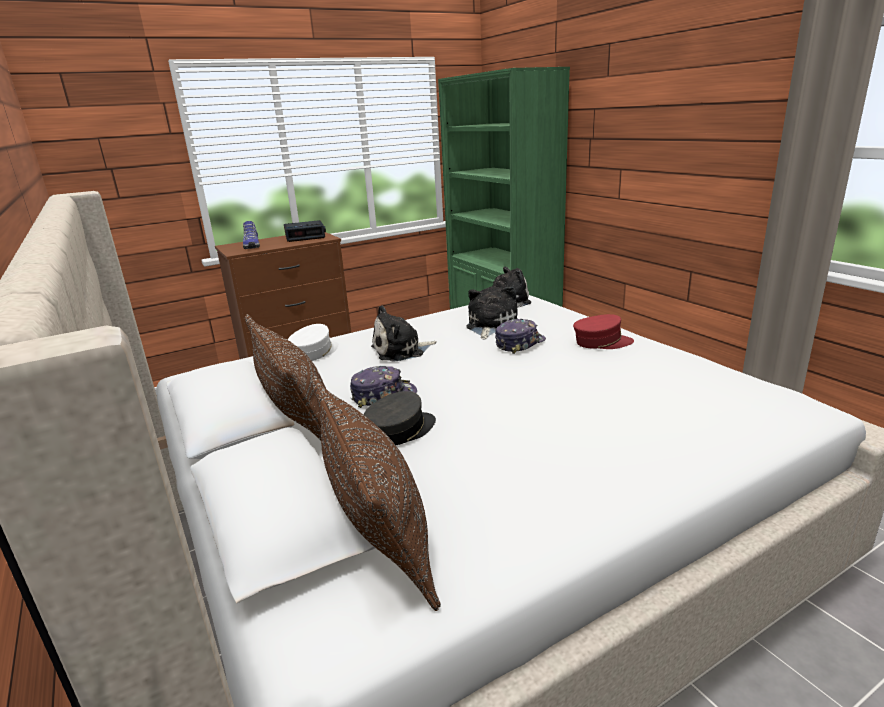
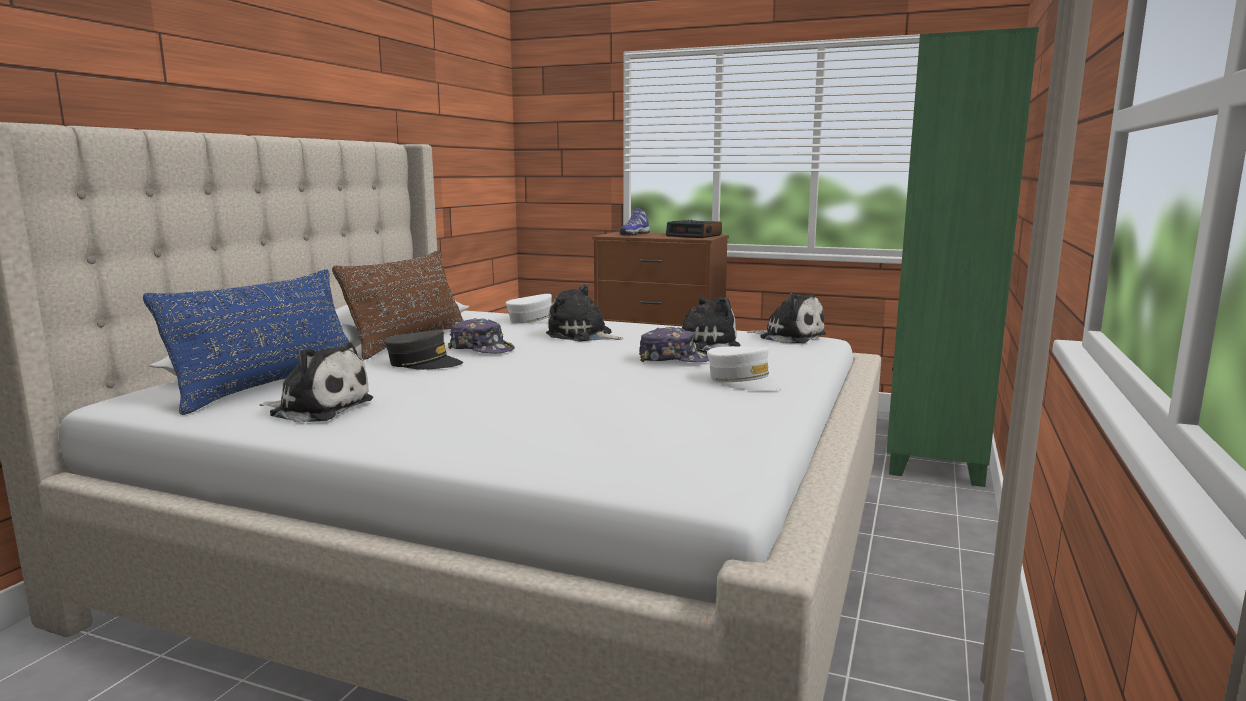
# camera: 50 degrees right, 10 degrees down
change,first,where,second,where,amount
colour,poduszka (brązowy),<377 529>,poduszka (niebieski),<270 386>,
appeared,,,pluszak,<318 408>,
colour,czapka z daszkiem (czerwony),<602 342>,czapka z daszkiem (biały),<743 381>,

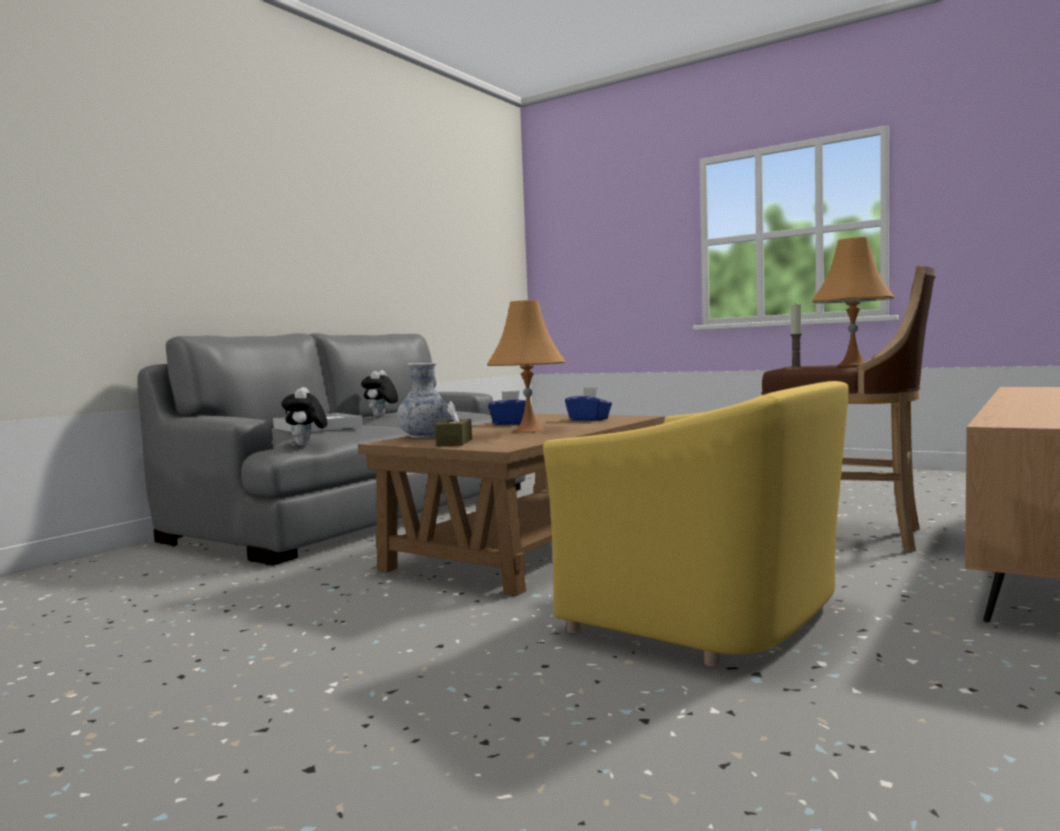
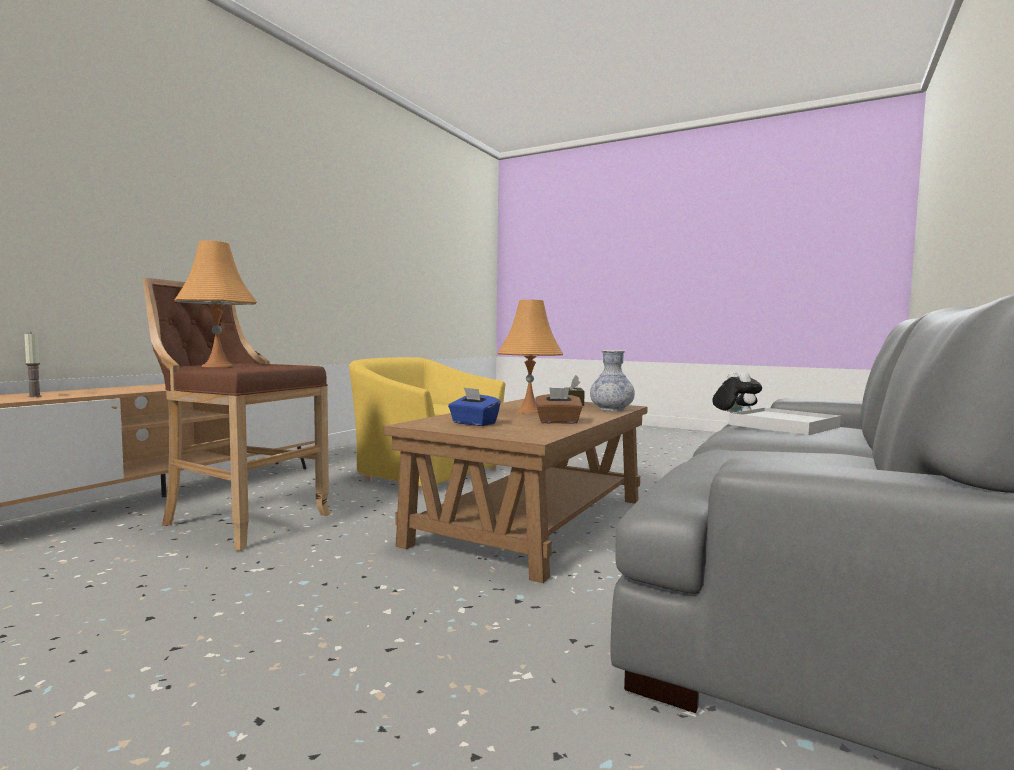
# camera: 175 degrees right, 0 degrees up
change,first,where,second,where,amount
relocated,świeca,<796 367>,,<34 396>,
colour,pudełko chusteczek (niebieski),<511 423>,pudełko chusteczek (brązowy),<558 422>,
missing,pluszak,<381 416>,,,

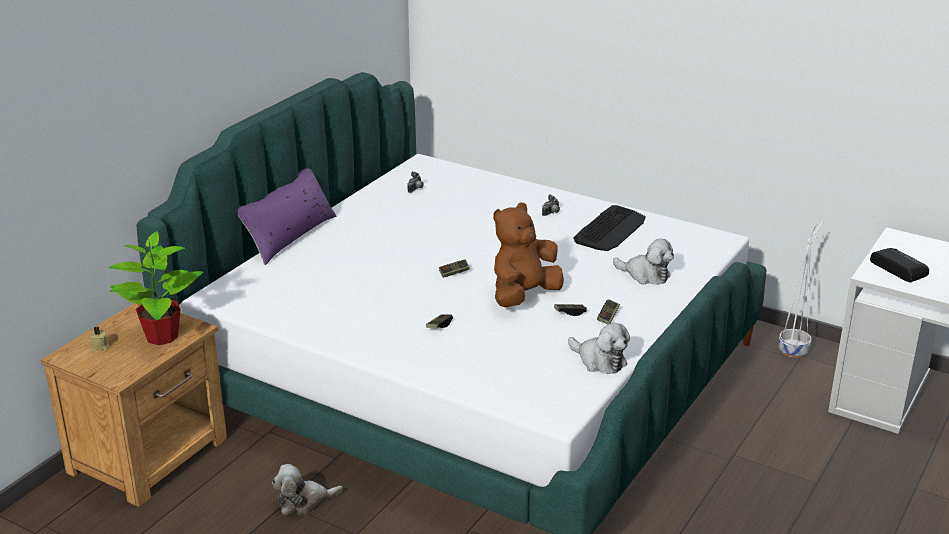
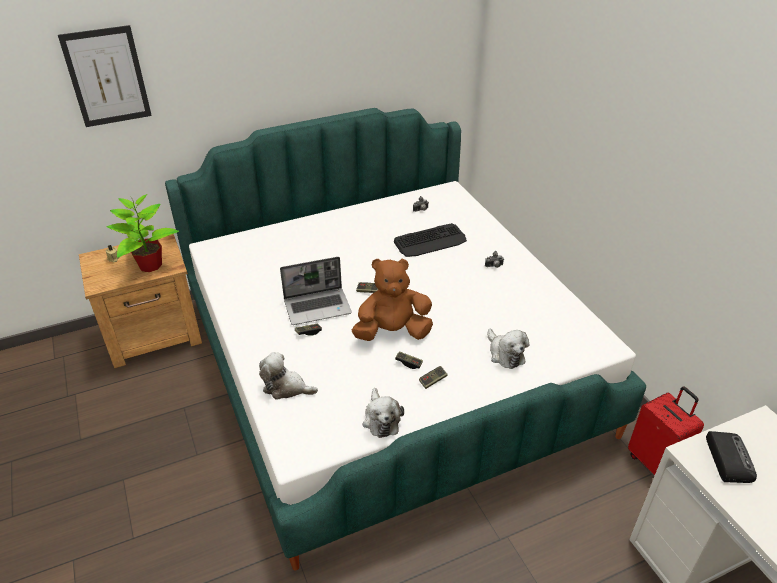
# camera: 35 degrees right, 10 degrees up
change,first,where,second,where,amount
appeared,,,obraz,<107 77>,
relocated,pluszak,<304 502>,,<286 387>,
appeared,,,laptop,<318 307>,
relocated,klawiatura,<610 229>,,<430 241>,
exchanged,donica (biały),<794 350>,walizka (czerwony),<655 463>,
missing,poduszka (fioletowy),<289 236>,,,

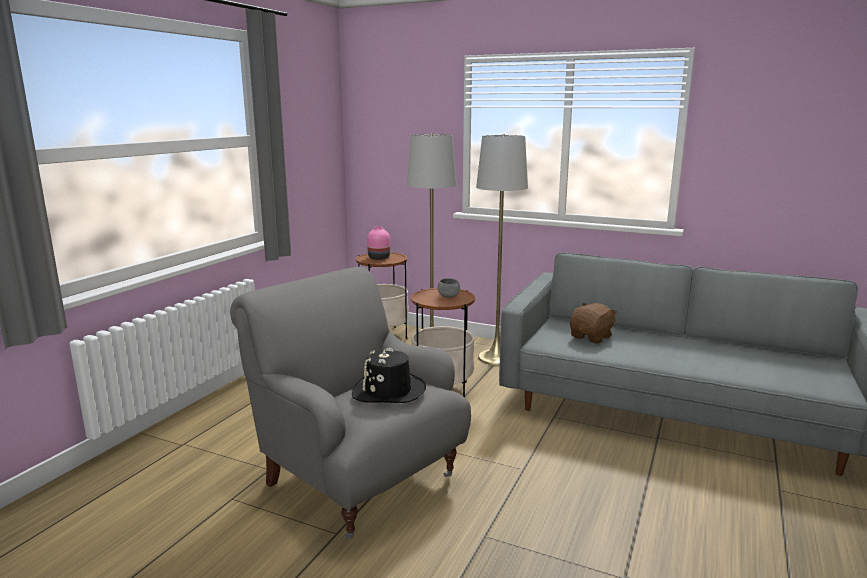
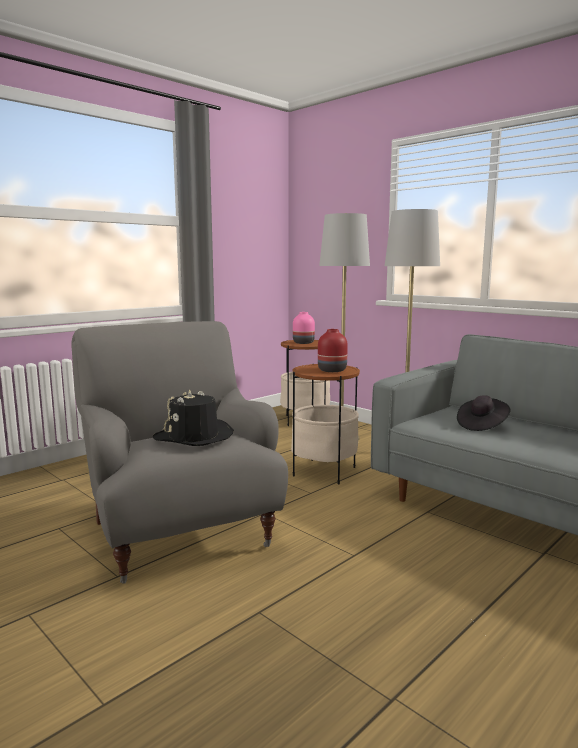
# camera: 20 degrees right, 5 degrees down
change,first,where,second,where,amount
exchanged,miska (szary),<448 296>,wazon (czerwony),<332 370>,
exchanged,pluszak (brązowy),<591 337>,kapelusz (czarny),<481 425>,

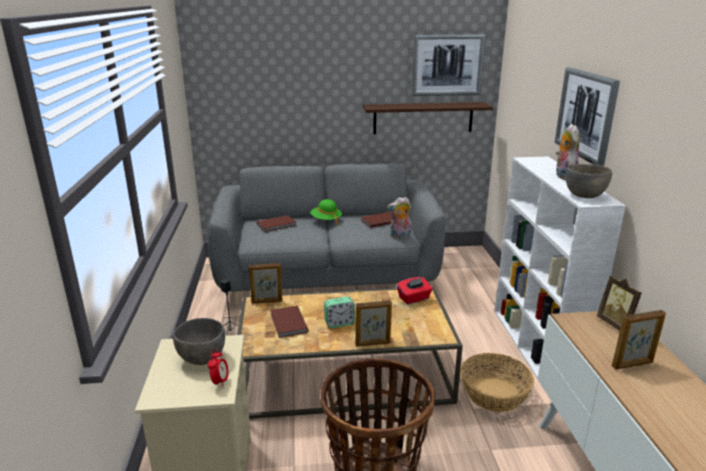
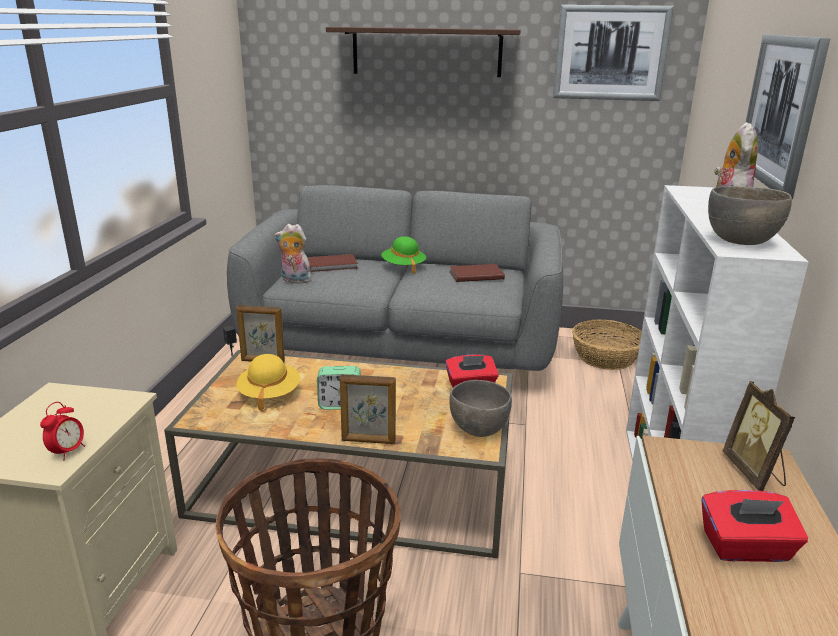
# camera: 15 degrees right, 0 degrees up
change,first,where,second,where,amount
exchanged,książka (brązowy),<287 323>,kapelusz (żółty),<269 394>,
relocated,pluszak,<400 236>,,<294 280>,
relocated,półka,<423 118>,,<426 52>,
relocated,miska (szary),<202 358>,,<478 429>,
relocated,koszyk,<494 394>,,<606 357>,
exchanged,ramka na zdjęcie,<632 365>,pudełko chusteczek (czerwony),<746 548>,

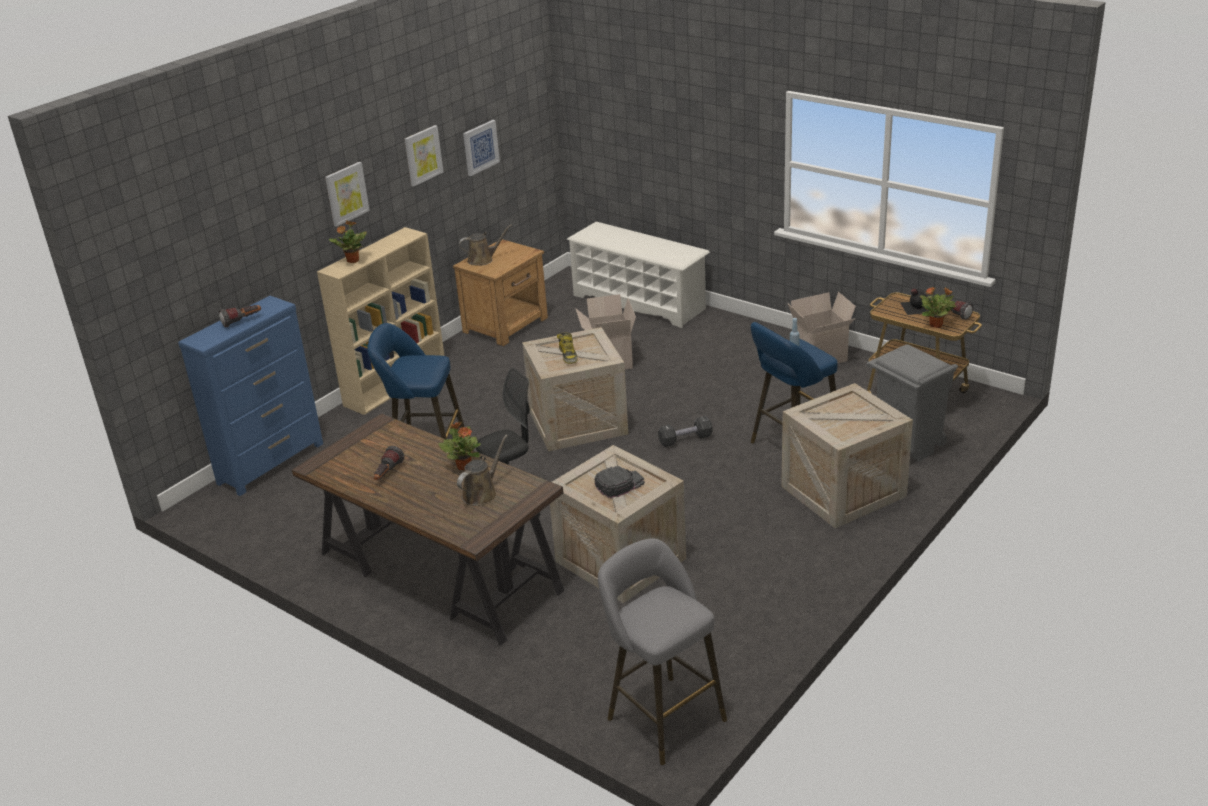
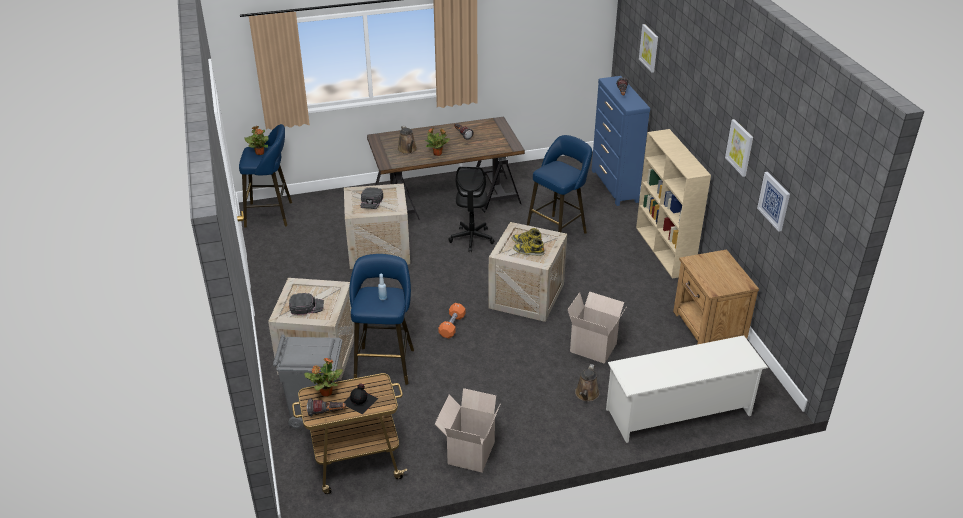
# camera: 125 degrees right, 5 degrees up
change,first,where,second,where,amount
colour,stołek (szary),<662 716>,stołek (niebieski),<272 214>,
relocated,roślina doniczkowa,<352 261>,,<260 153>,
appeared,,,czapka z daszkiem (czarny),<306 306>,
colour,hantel (czarny),<685 439>,hantel (pomarańczowy),<452 326>,
appeared,,,but z cholewką,<528 251>,
relocated,konewka (brązowy),<483 260>,,<586 395>,
relocated,obraz,<346 193>,,<649 48>,

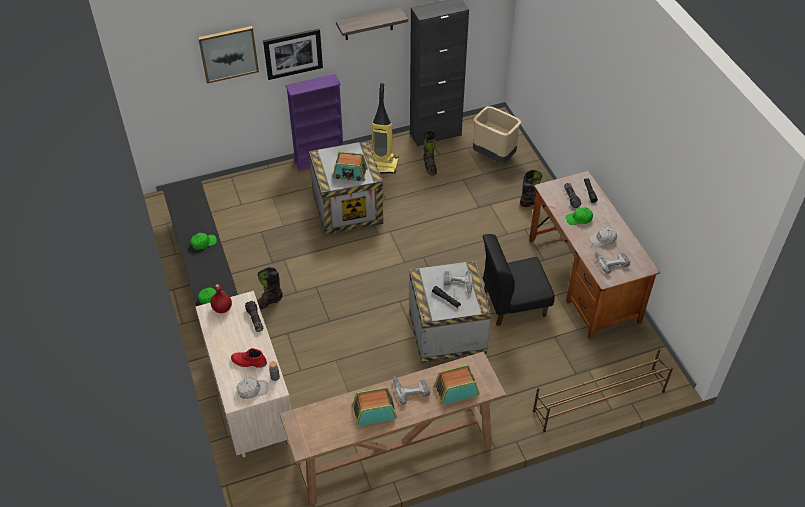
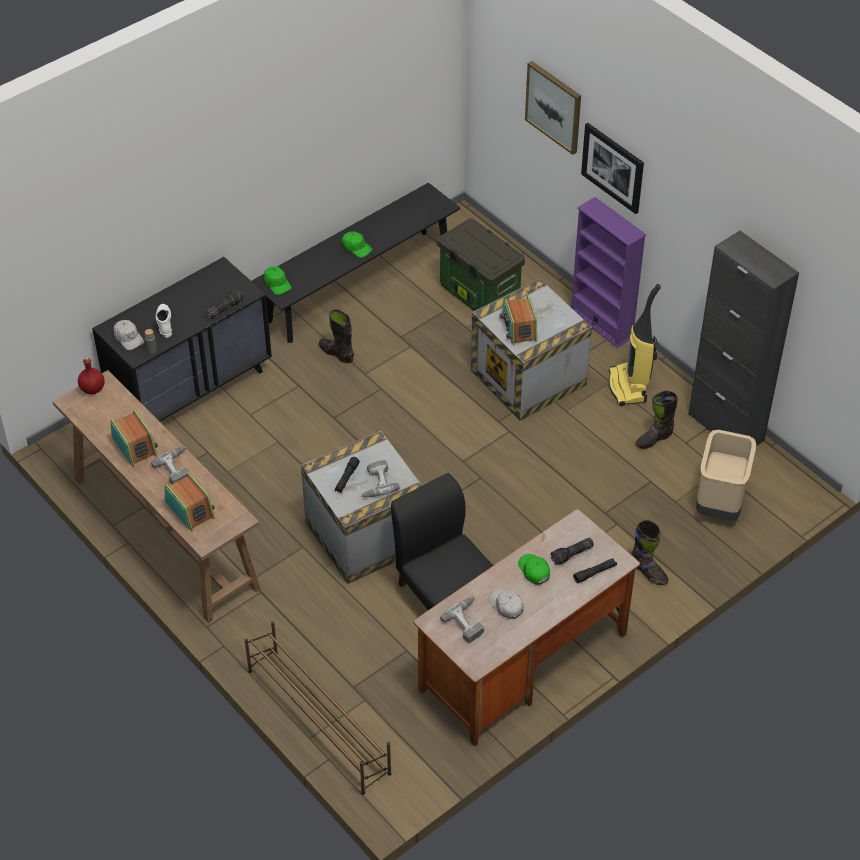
# camera: 70 degrees right, 0 degrees up
change,first,where,second,where,amount
relocated,butelka (czerwony),<222 308>,,<93 389>,
colour,komoda (beżowy),<251 401>,komoda (czarny),<191 387>,
colour,but z cholewką (czerwony),<248 362>,but z cholewką (biały),<164 323>,
appeared,,,pojemnik do przechowywania,<478 294>,
missing,półka,<368 24>,,,

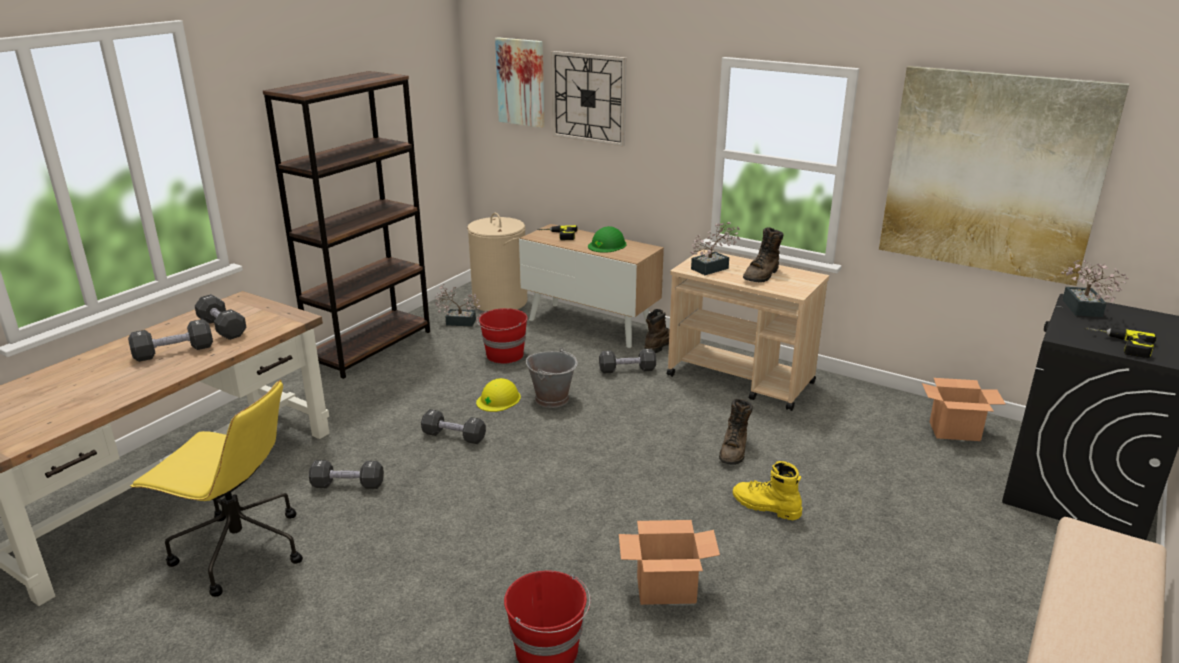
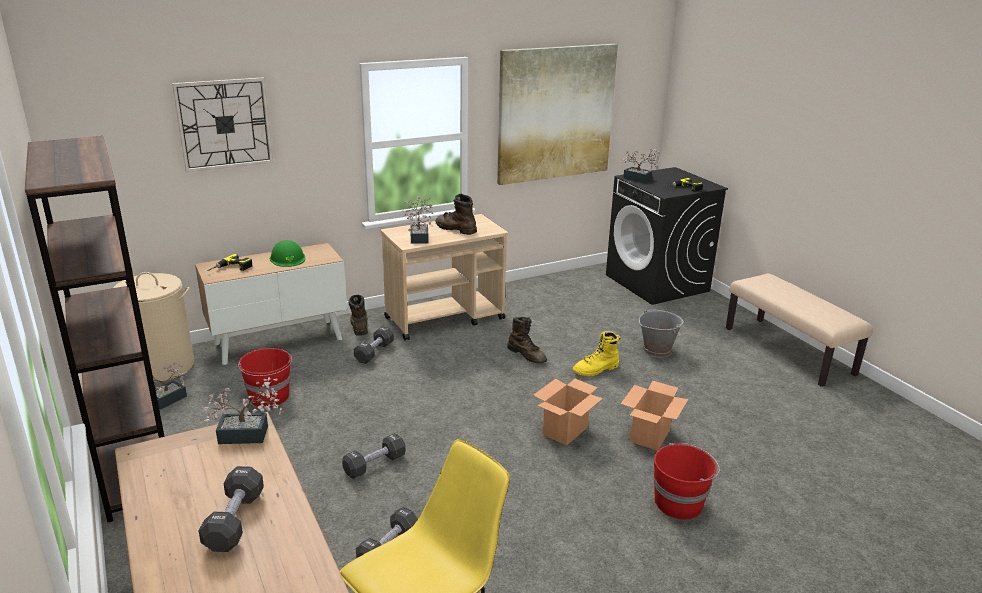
# camera: 60 degrees left, 0 degrees up
change,first,where,second,where,amount
appeared,,,roślina doniczkowa,<249 435>,
spun,but z cholewką (brązowy),<762 275>,,<455 229>,150 degrees clockwise
relocated,karton,<955 431>,,<565 430>,
relocated,wiadro (szary),<552 399>,,<657 350>,
missing,hantel (czarny),<222 328>,,,
missing,kask (żółty),<498 399>,,,
missing,obraz,<521 82>,,,

